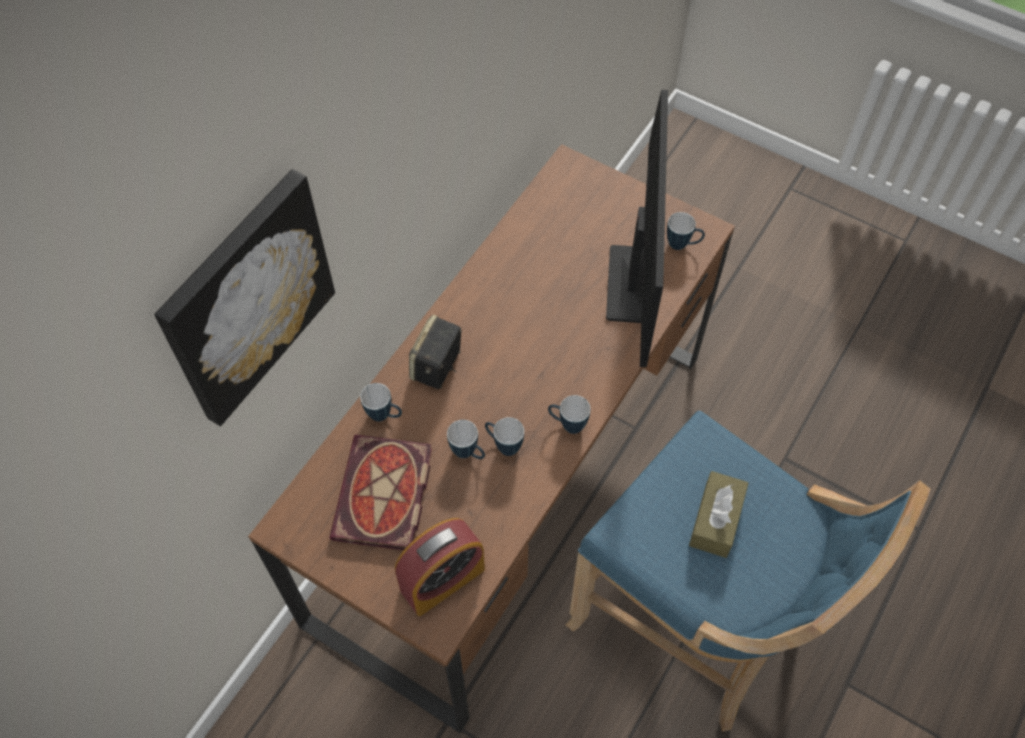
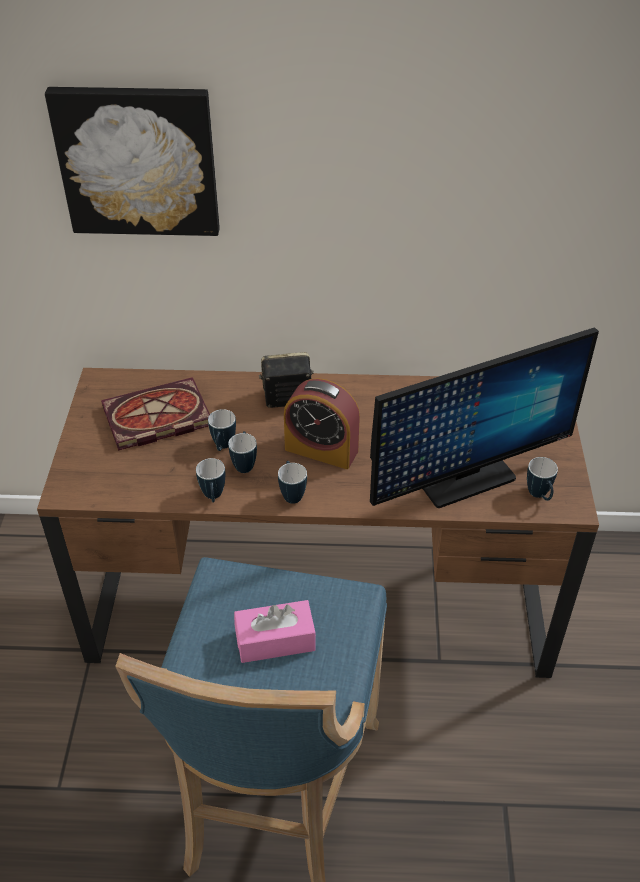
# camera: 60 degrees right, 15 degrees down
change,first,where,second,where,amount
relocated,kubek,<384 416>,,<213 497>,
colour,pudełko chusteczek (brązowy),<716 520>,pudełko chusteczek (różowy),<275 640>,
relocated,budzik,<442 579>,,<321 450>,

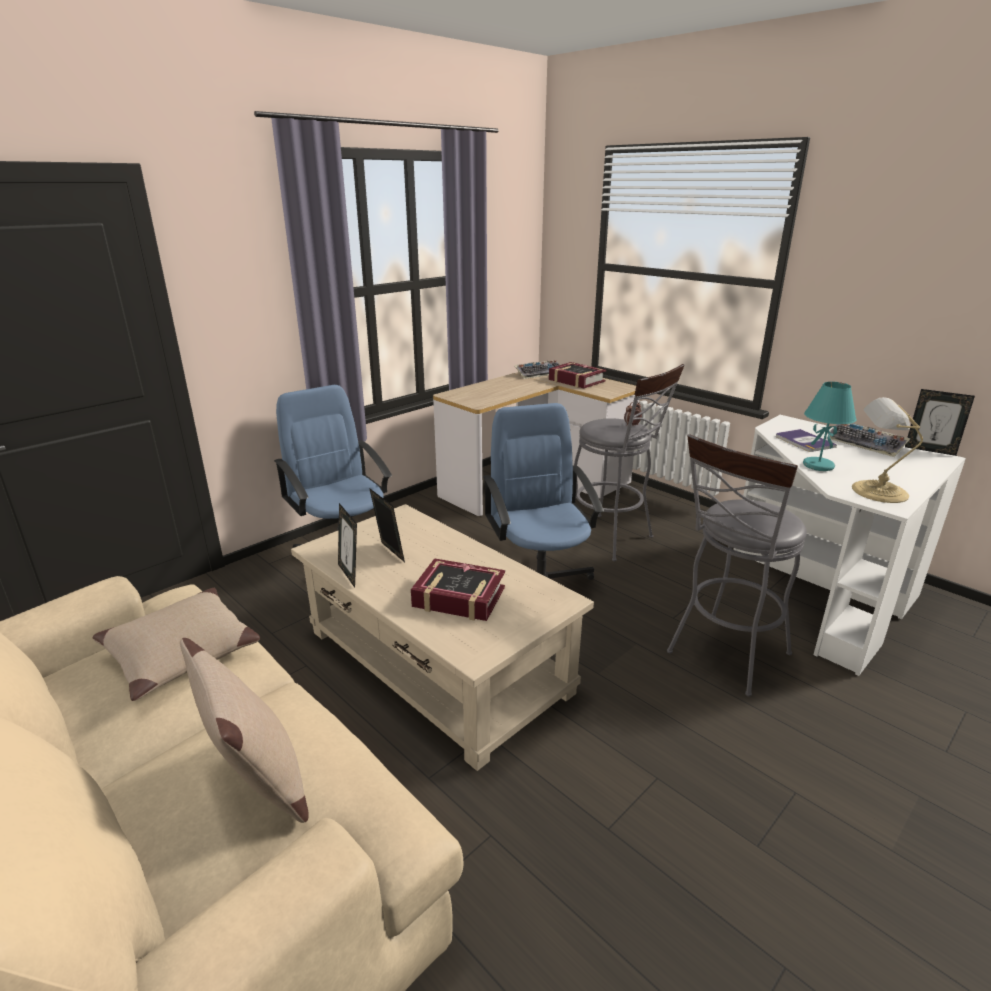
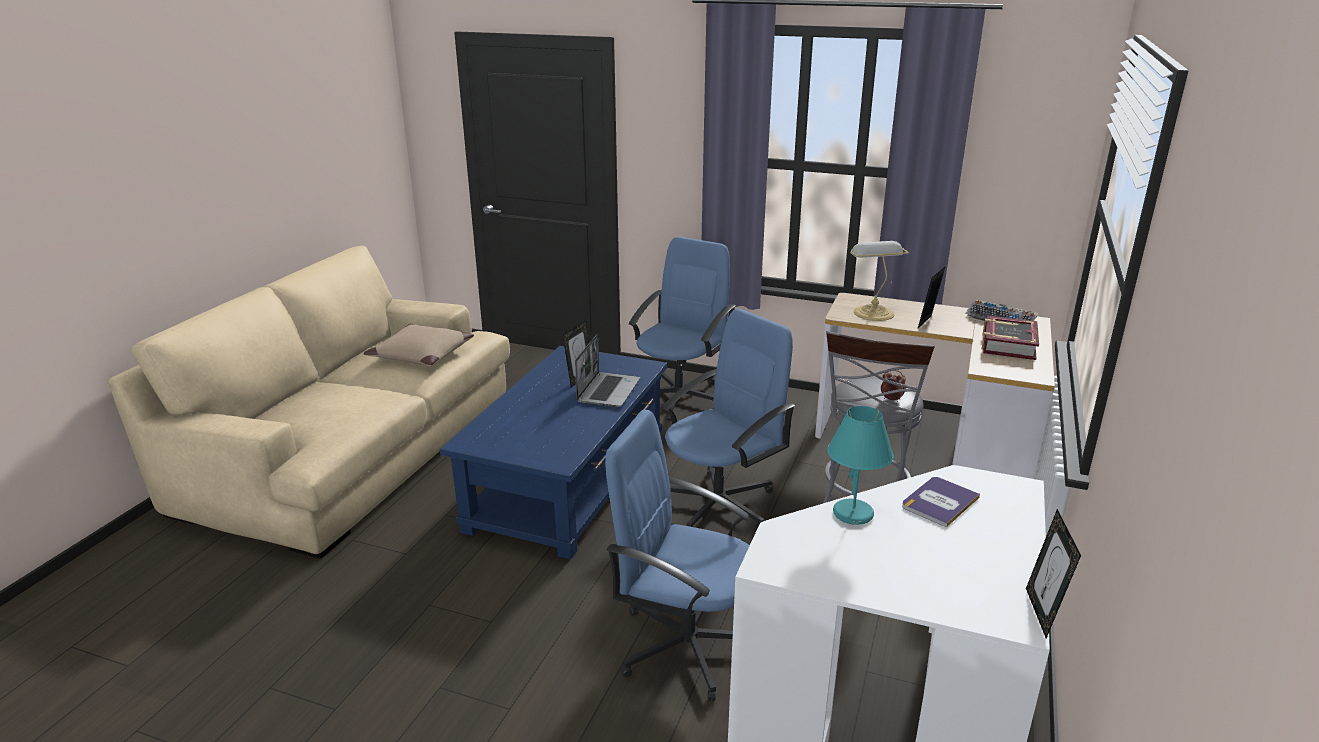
# camera: 65 degrees right, 0 degrees up
change,first,where,second,where,amount
colour,ława (beżowy),<436 660>,ława (niebieski),<569 481>,
appeared,,,laptop,<608 391>,
exchanged,stołek (szary),<724 657>,krzesło biurowe (niebieski),<686 644>,
relocated,lampa stołowa,<876 491>,,<872 312>,
relocated,ramka na zdjęcie,<350 574>,,<927 323>,
missing,poduszka (beżowy),<259 784>,,,
missing,książka,<459 597>,,,
missing,klawiatura,<867 444>,,,

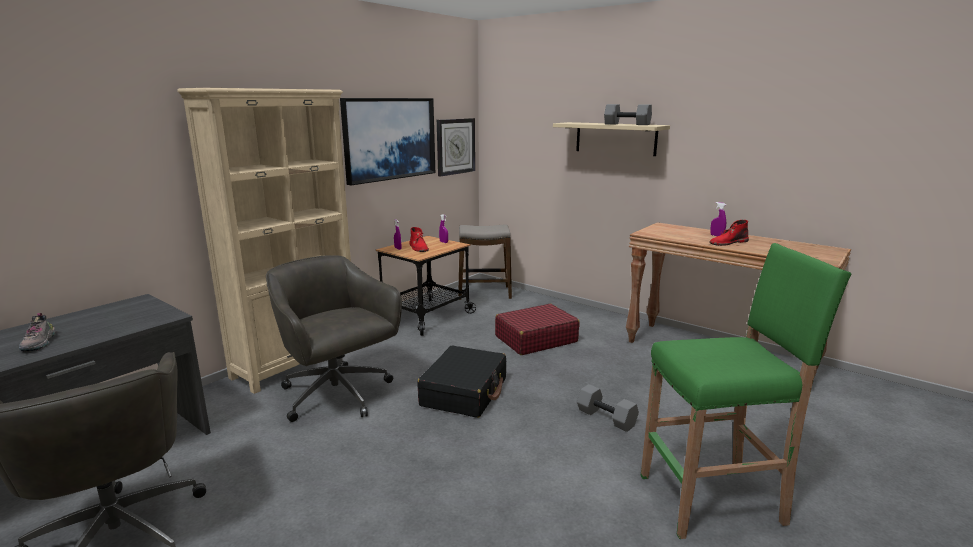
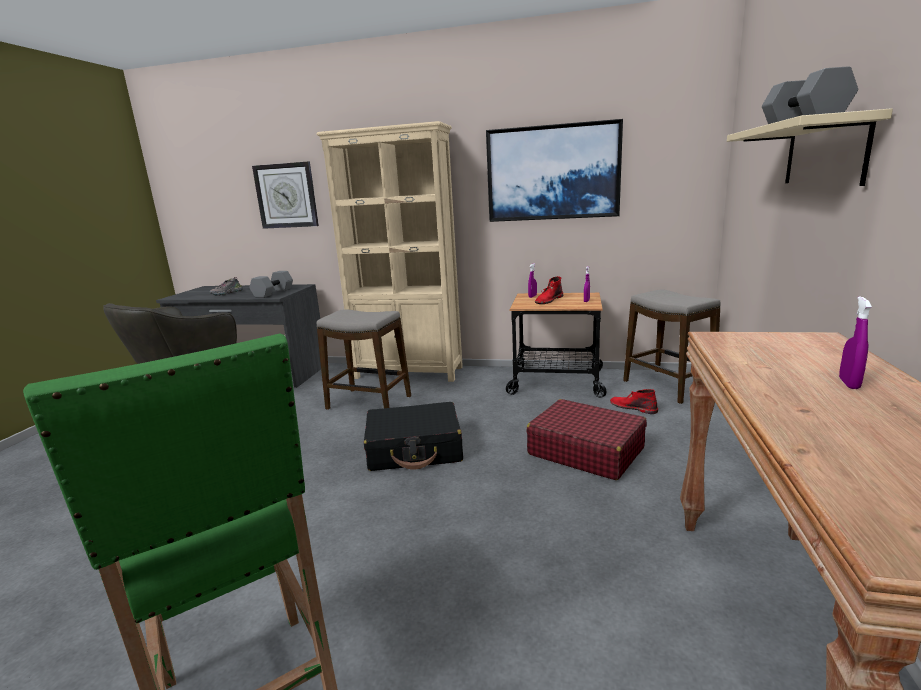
# camera: 65 degrees right, 0 degrees up
change,first,where,second,where,amount
relocated,hantel (szary),<607 418>,,<273 293>,
relocated,zegar ścienny,<455 146>,,<286 195>,
exchanged,krzesło biurowe (szary),<338 395>,stołek,<369 403>,
relocated,but z cholewką (czerwony),<728 242>,,<633 407>,

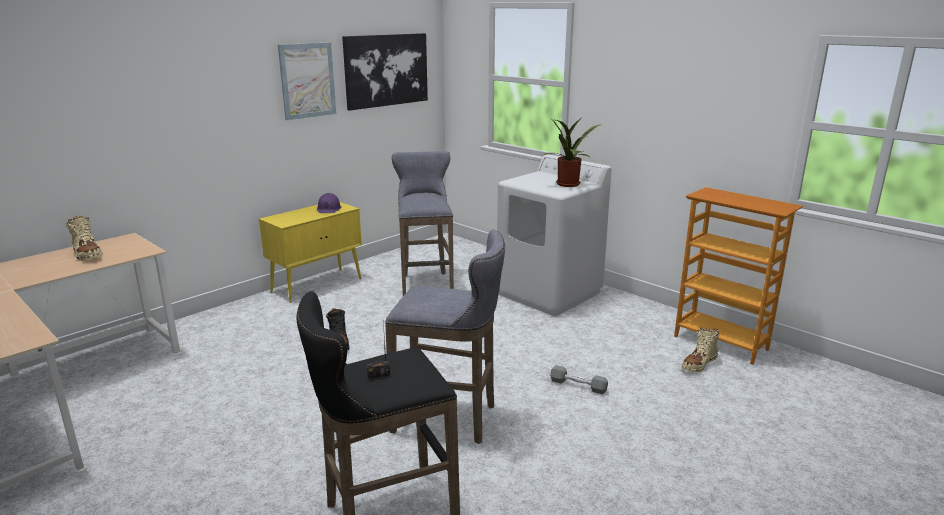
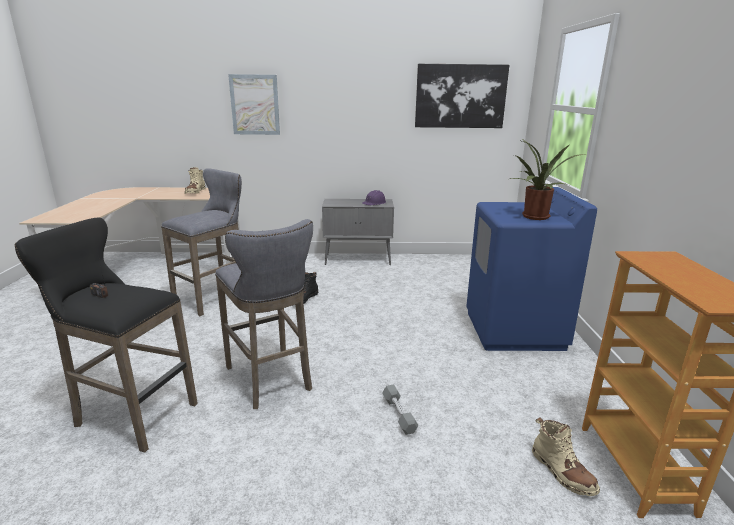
# camera: 45 degrees right, 0 degrees up
change,first,where,second,where,amount
relocated,stołek (szary),<425 284>,,<215 297>,
relocated,obraz,<307 80>,,<255 105>,
colour,szafka (żółty),<317 285>,szafka (szary),<358 260>,
colour,pralka (biały),<549 293>,pralka (niebieski),<514 330>,
spun,but z cholewką (beżowy),<699 364>,,<562 472>,120 degrees counterclockwise

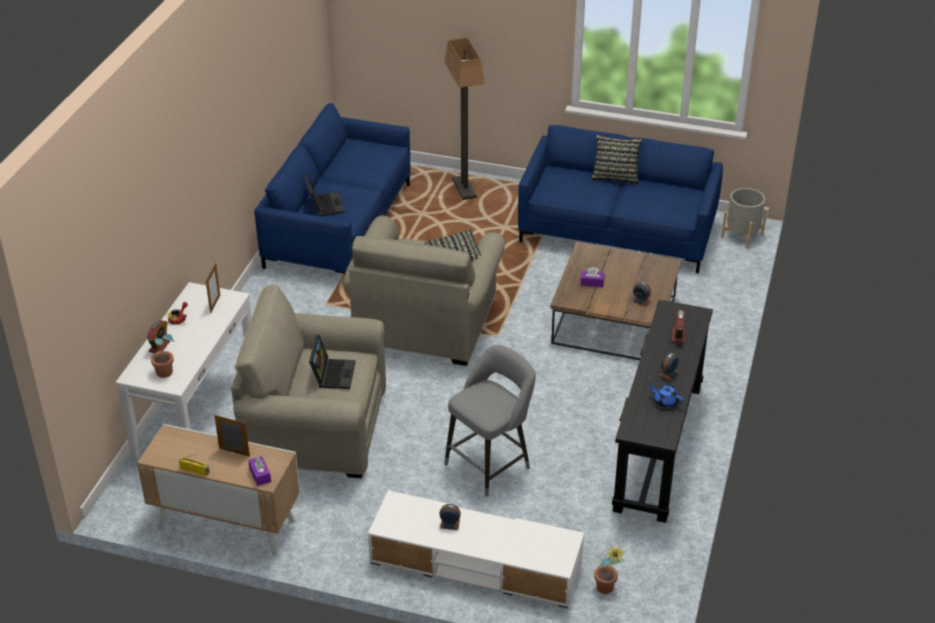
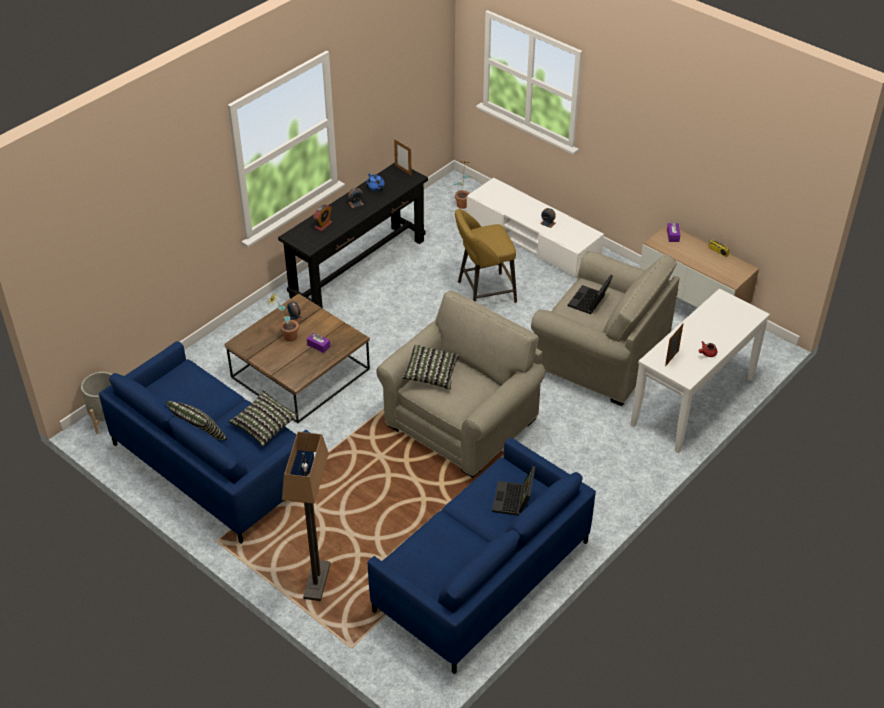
# camera: 155 degrees left, 5 degrees up
change,first,where,second,where,amount
appeared,,,poduszka,<264 425>,
relocated,roślina doniczkowa,<169 370>,,<286 337>,
relocated,ramka na zdjęcie,<234 452>,,<403 170>,
colour,stołek (szary),<490 464>,stołek (żółty),<483 293>,
missing,budzik,<159 346>,,,

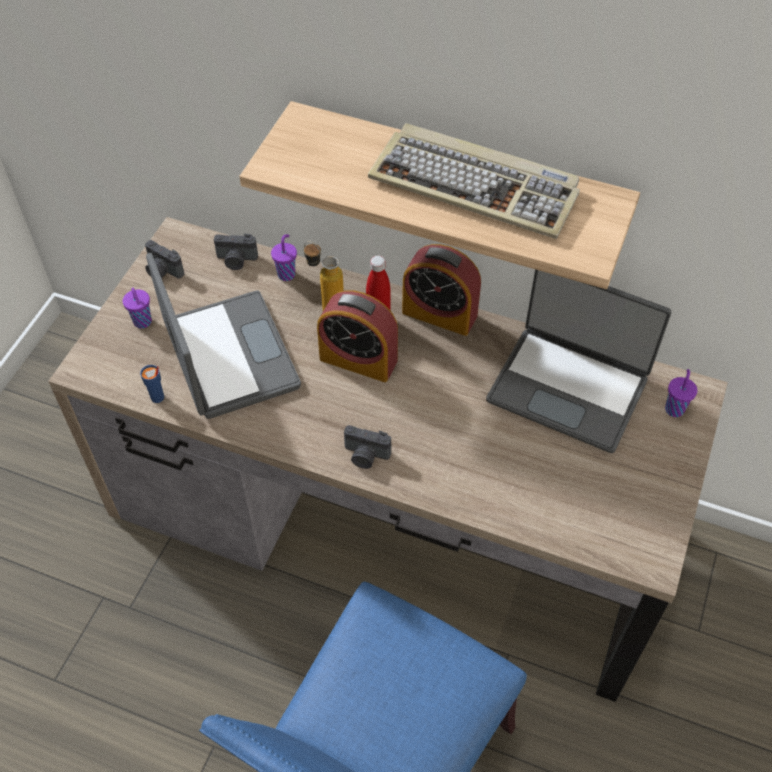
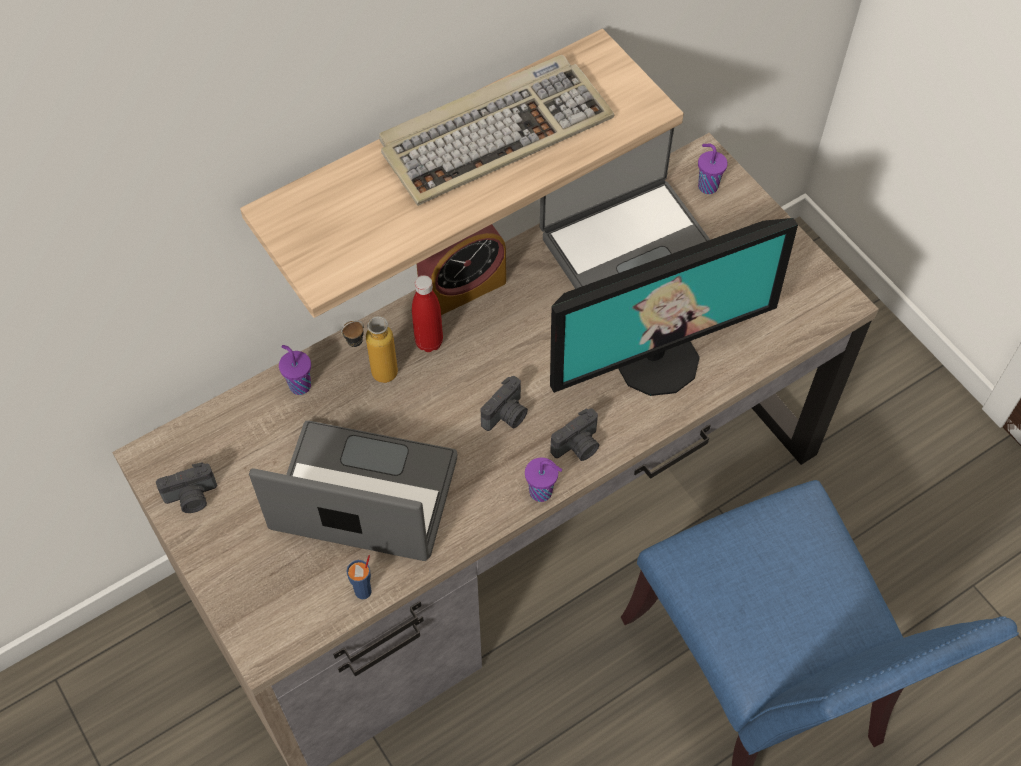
# camera: 55 degrees left, 5 degrees up
change,first,where,second,where,amount
relocated,aparat fotograficzny,<236 260>,,<507 415>,
relocated,filiżanka (fioletowy),<143 322>,,<542 492>,
appeared,,,monitor,<657 361>,
missing,budzik,<358 359>,,,

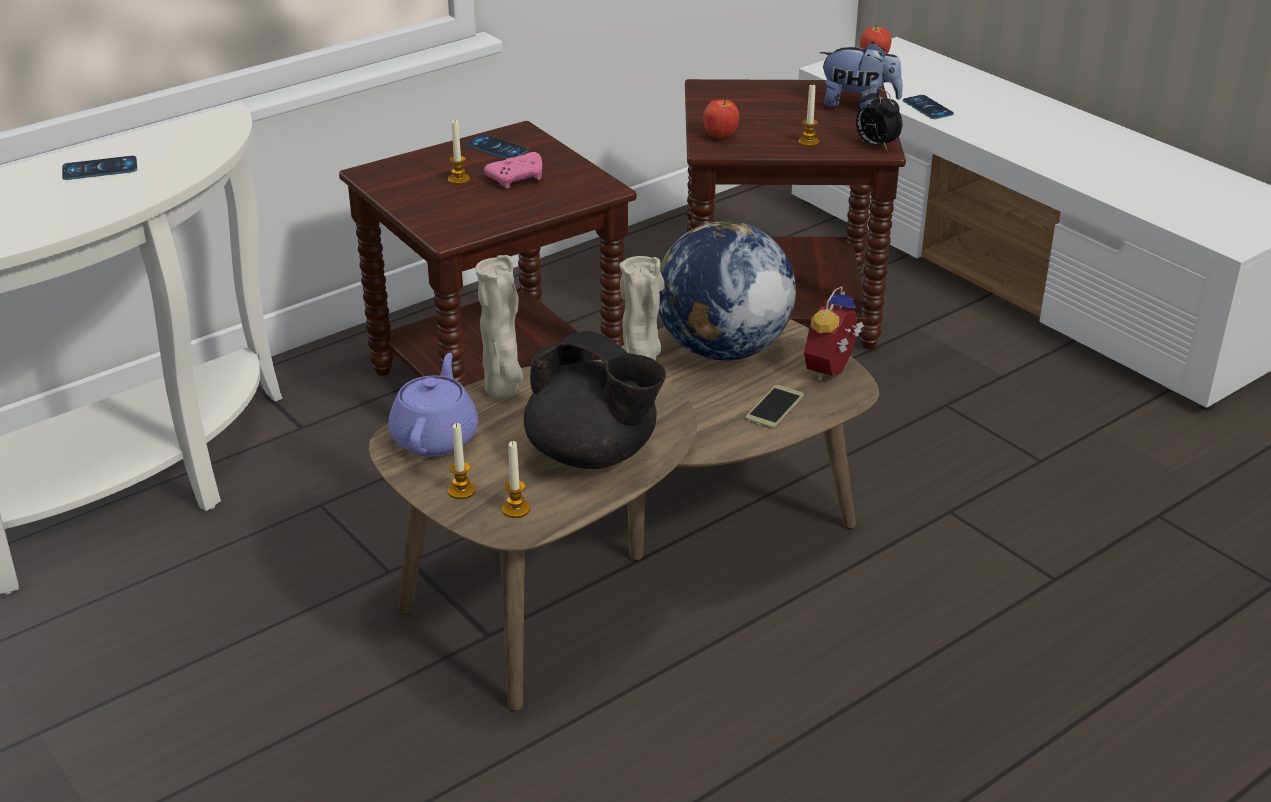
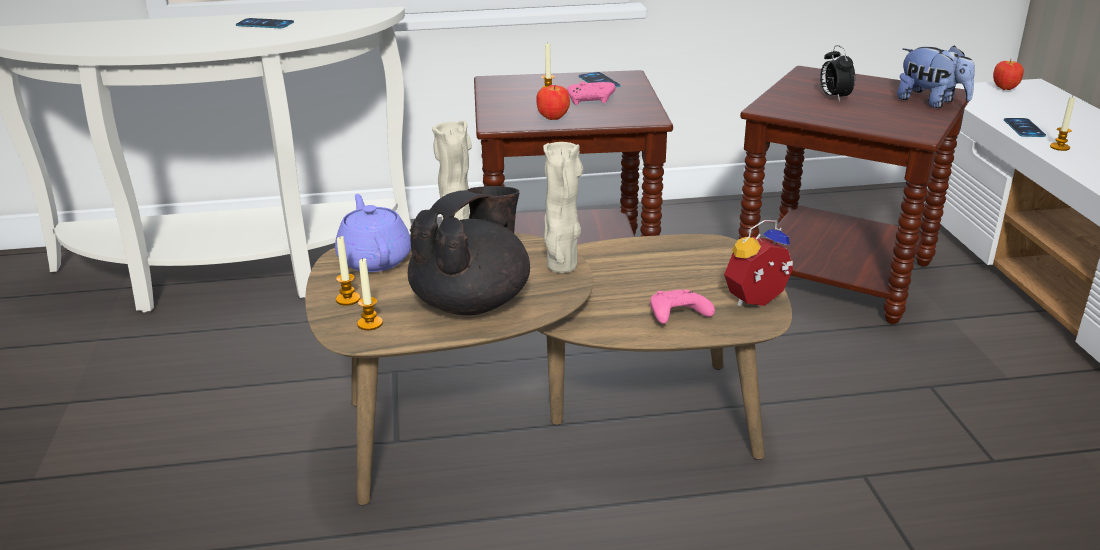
# camera: 30 degrees right, 5 degrees down
change,first,where,second,where,amount
spun,imbryk (fioletowy),<435 437>,,<374 259>,60 degrees counterclockwise
spun,imbryk (czarny),<593 454>,,<472 302>,120 degrees counterclockwise
relocated,jabłko,<720 136>,,<553 119>,
exchanged,telefon,<774 408>,pad do gier (różowy),<677 316>,
relocated,budzik,<875 145>,,<834 97>,
relocated,świeca,<808 142>,,<1059 147>,
missing,globus,<722 350>,,,

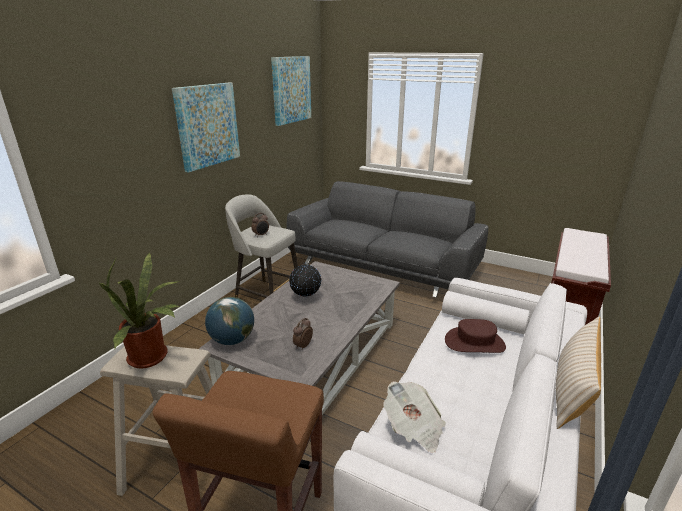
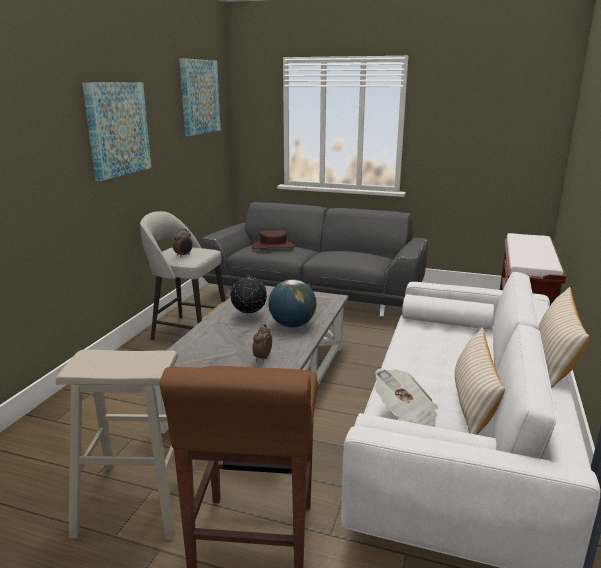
# camera: 10 degrees left, 5 degrees down
change,first,where,second,where,amount
relocated,kapelusz (brązowy),<474 342>,,<273 246>,
relocated,globus,<232 340>,,<292 325>,
appeared,,,poduszka (beżowy),<472 403>,
missing,roślina doniczkowa,<152 357>,,,

